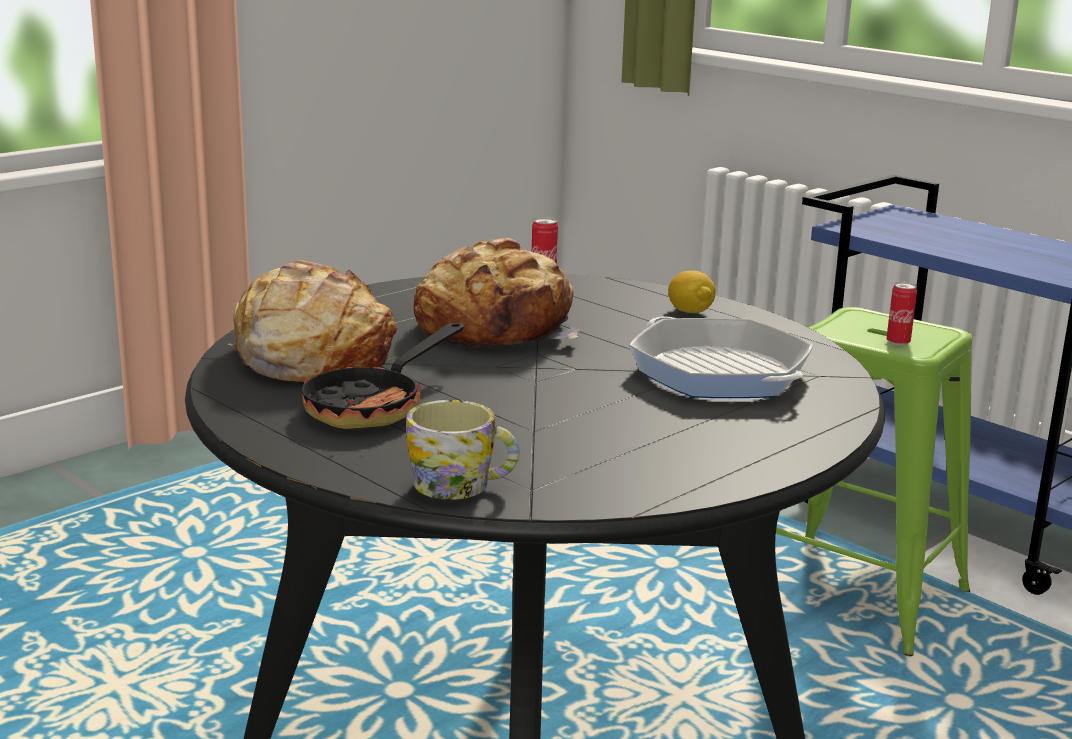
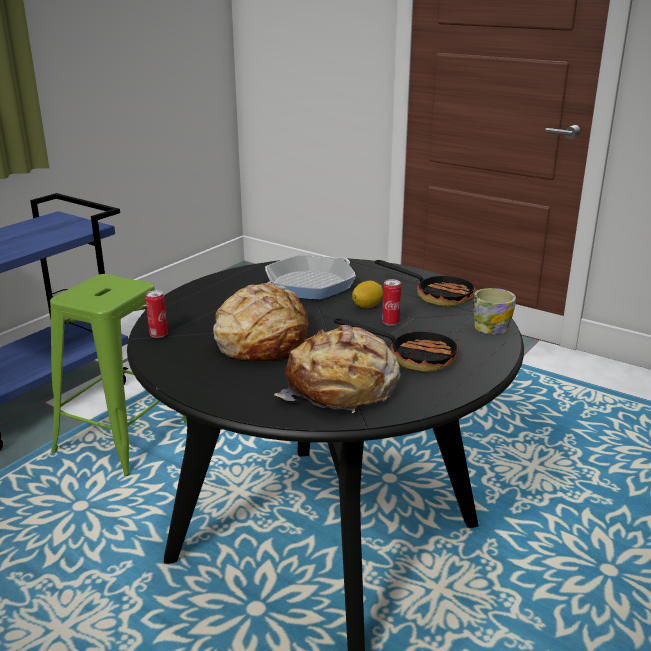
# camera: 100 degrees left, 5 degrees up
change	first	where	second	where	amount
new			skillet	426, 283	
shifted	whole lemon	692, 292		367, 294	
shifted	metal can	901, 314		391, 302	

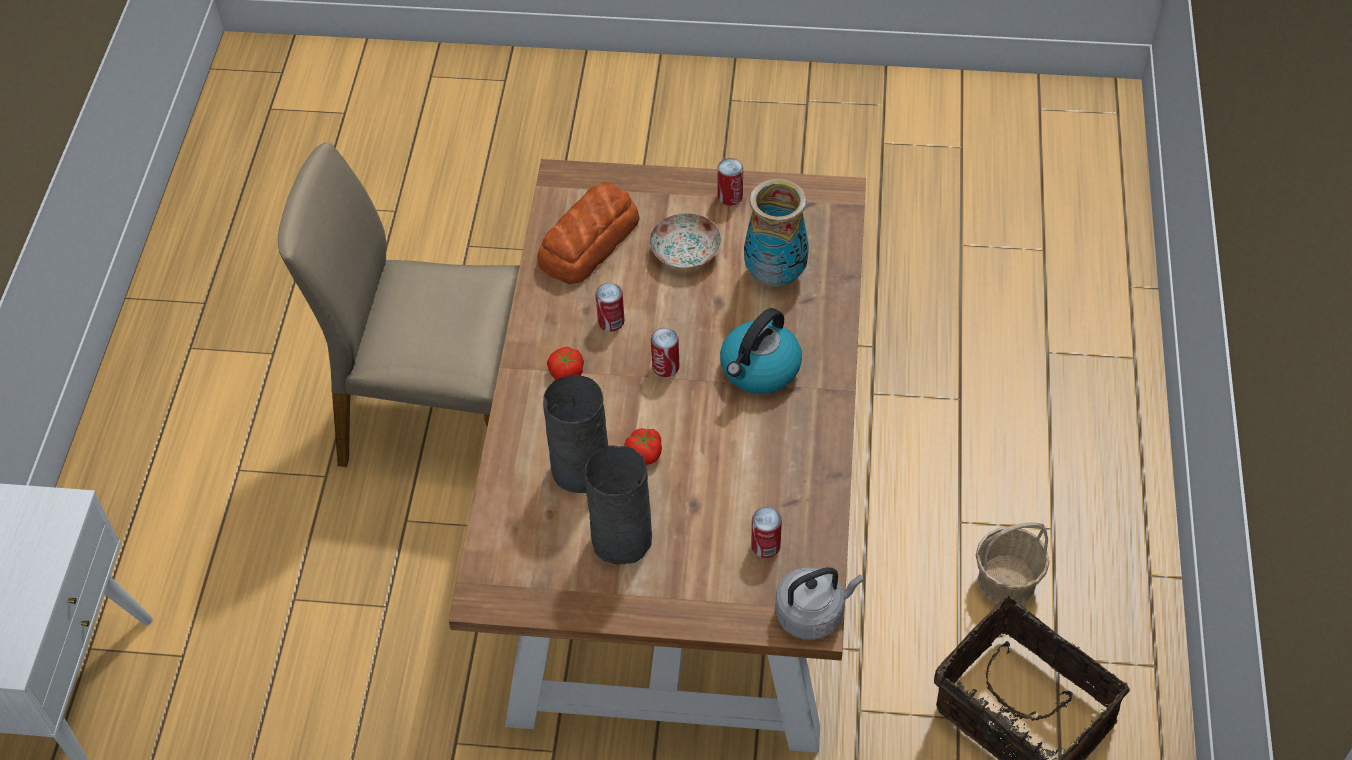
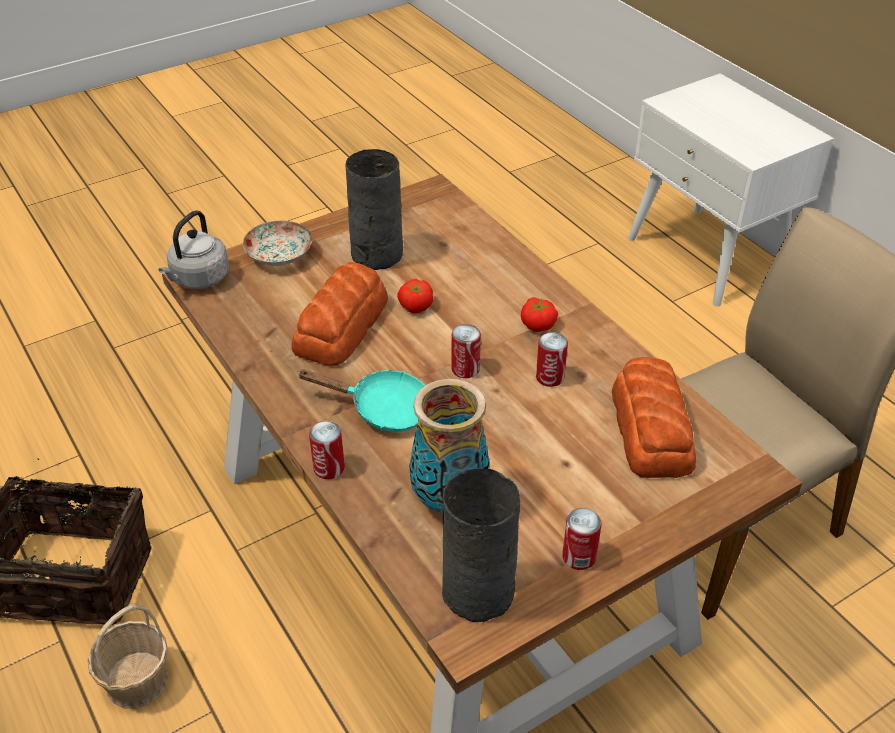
# camera: 140 degrees right, 10 degrees down
change	first	where	second	where	amount
new			bread	340, 314	
shifted	flower vase (grey)	575, 434		481, 545	
shifted	plate	685, 241		277, 243	
shifted	metal can	766, 532		327, 450	
swapped	water kettle	761, 351	skillet (turquoise-coloured)	361, 400	

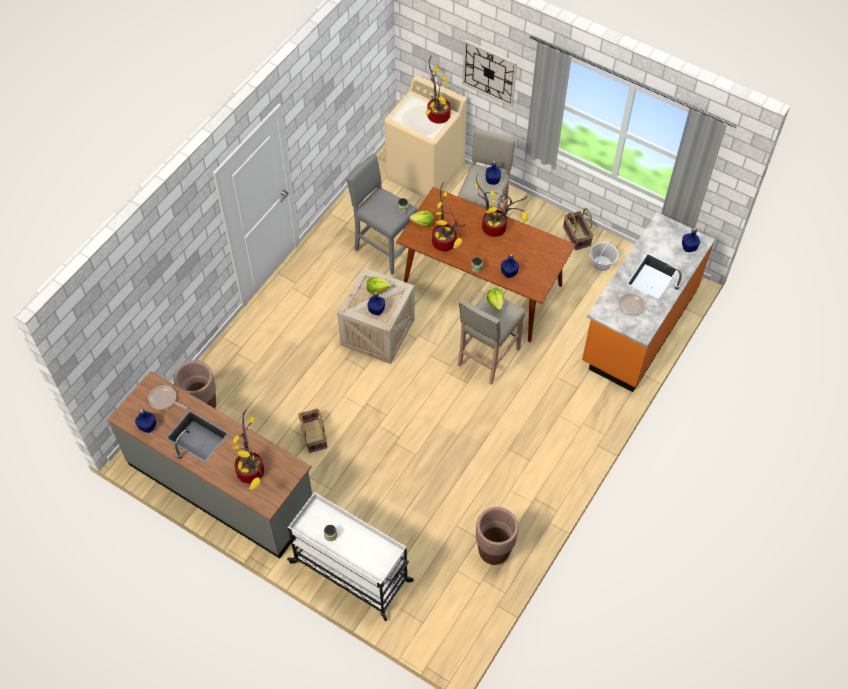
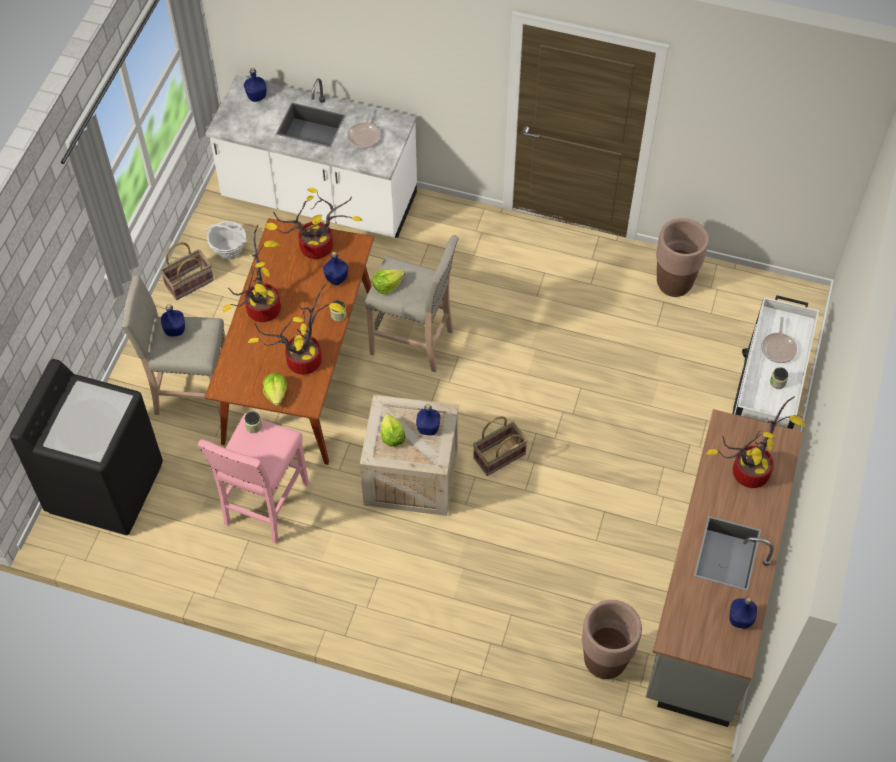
# camera: 105 degrees left, 0 degrees up
change	first	where	second	where	amount
gone	wall clock	489, 73			
shifted	skillet	167, 397		779, 340	
shifted	household basket	312, 430		500, 446	
shifted	plant in a pot	438, 89		314, 223	
repainted	sitting stool (grey)	381, 214	sitting stool (pink)	253, 478	
repainted	washing machine (beige)	425, 136	washing machine (black-coloured)	86, 447	
repainted	counter (orange)	648, 302	counter (whitish)	311, 156	

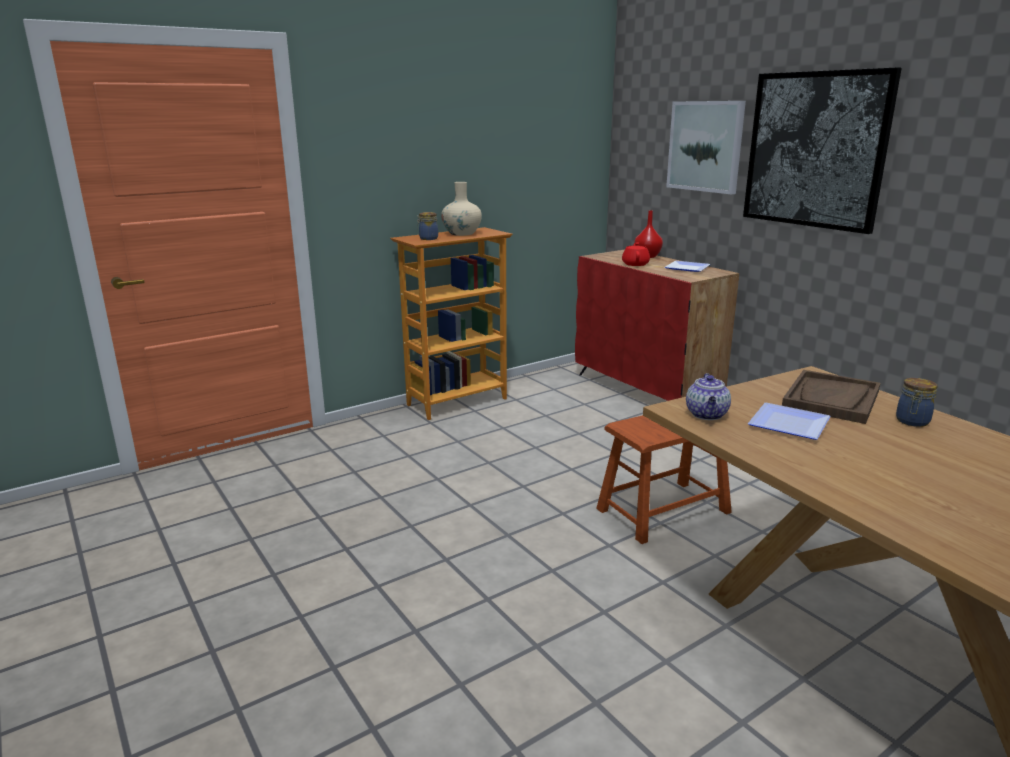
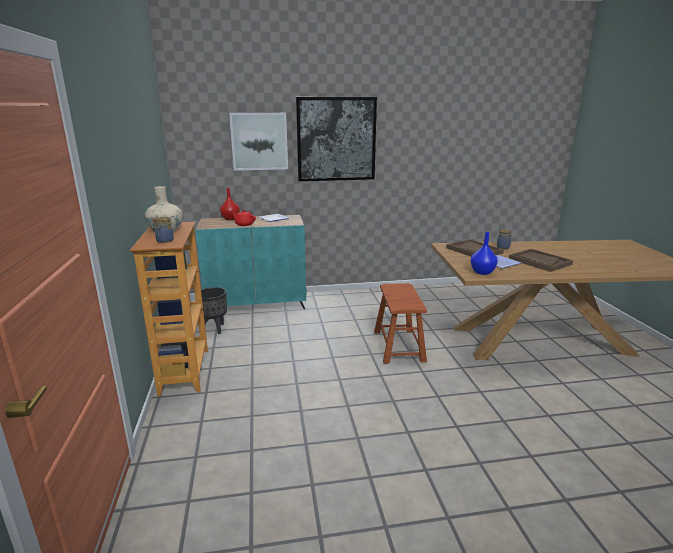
# camera: 65 degrees left, 0 degrees up
change	first	where	second	where	amount
new			plant pot (black-coloured)	214, 310	
new			carrying tray (brown)	541, 260	
swapped	pot for tea	708, 396	flower vase (bluish)	484, 253	
repainted	cabinet (red-coloured)	657, 325	cabinet (turquoise-coloured)	251, 262	

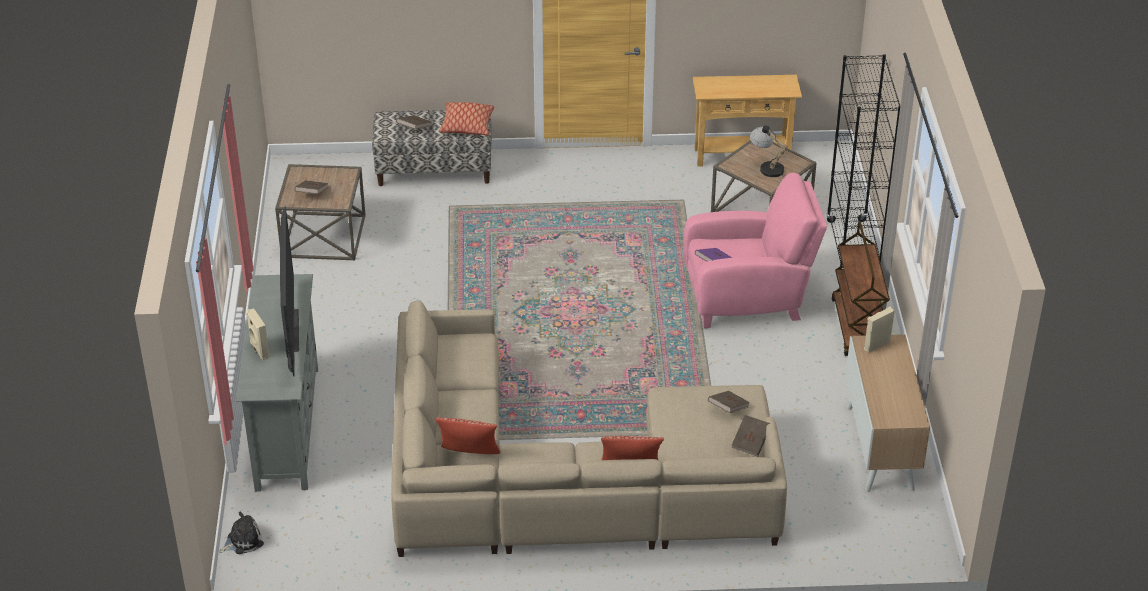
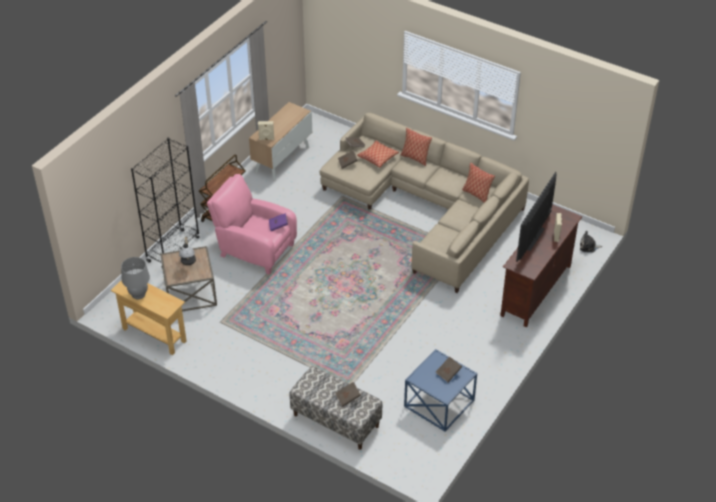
# camera: 145 degrees left, 5 degrees up
change	first	where	second	where	amount
new			table lamp (grey)	135, 278	
shifted	pillow	466, 118		378, 154	
repainted	tv stand (grey)	277, 383	tv stand (brown)	541, 266	
repainted	end table (brown)	320, 212	end table (bluish)	440, 390	

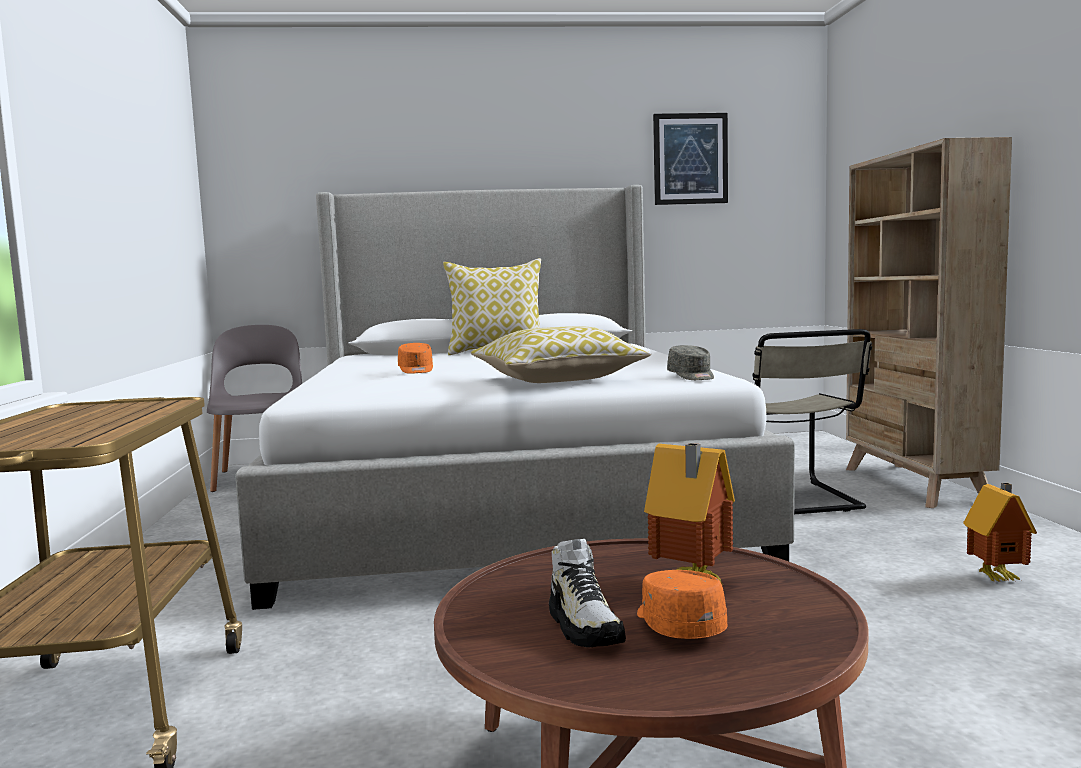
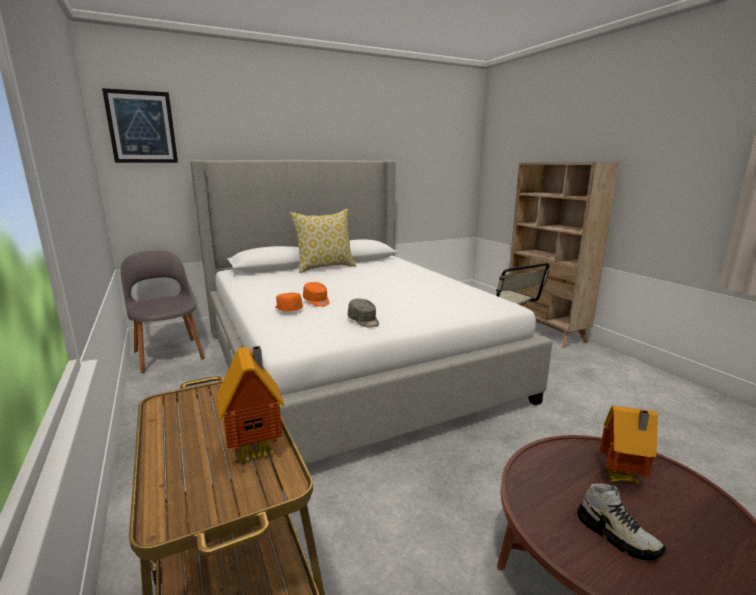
# camera: 20 degrees left, 10 degrees up
change	first	where	second	where	amount
gone	pillow	561, 354			
shifted	peaked cap (orange)	682, 604		289, 302	
shifted	picture	690, 159		140, 125	
shifted	peaked cap (grey)	690, 362		363, 313	
shifted	model house	1000, 532		250, 404	

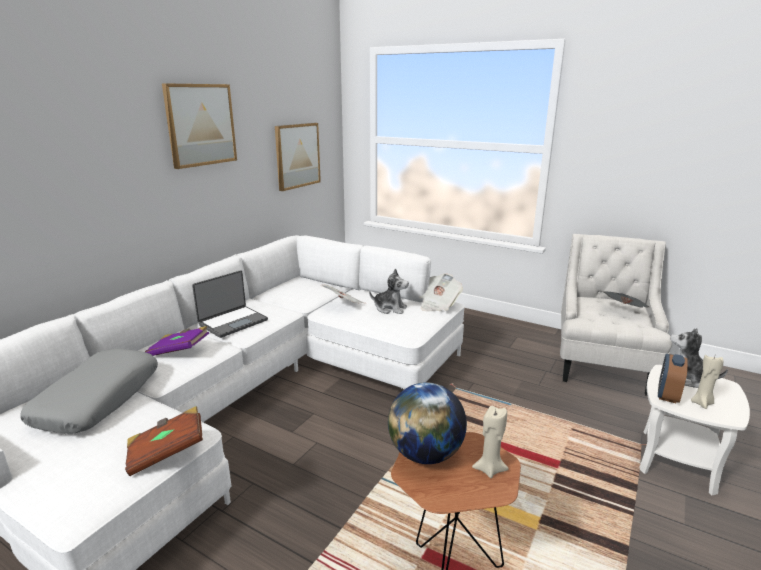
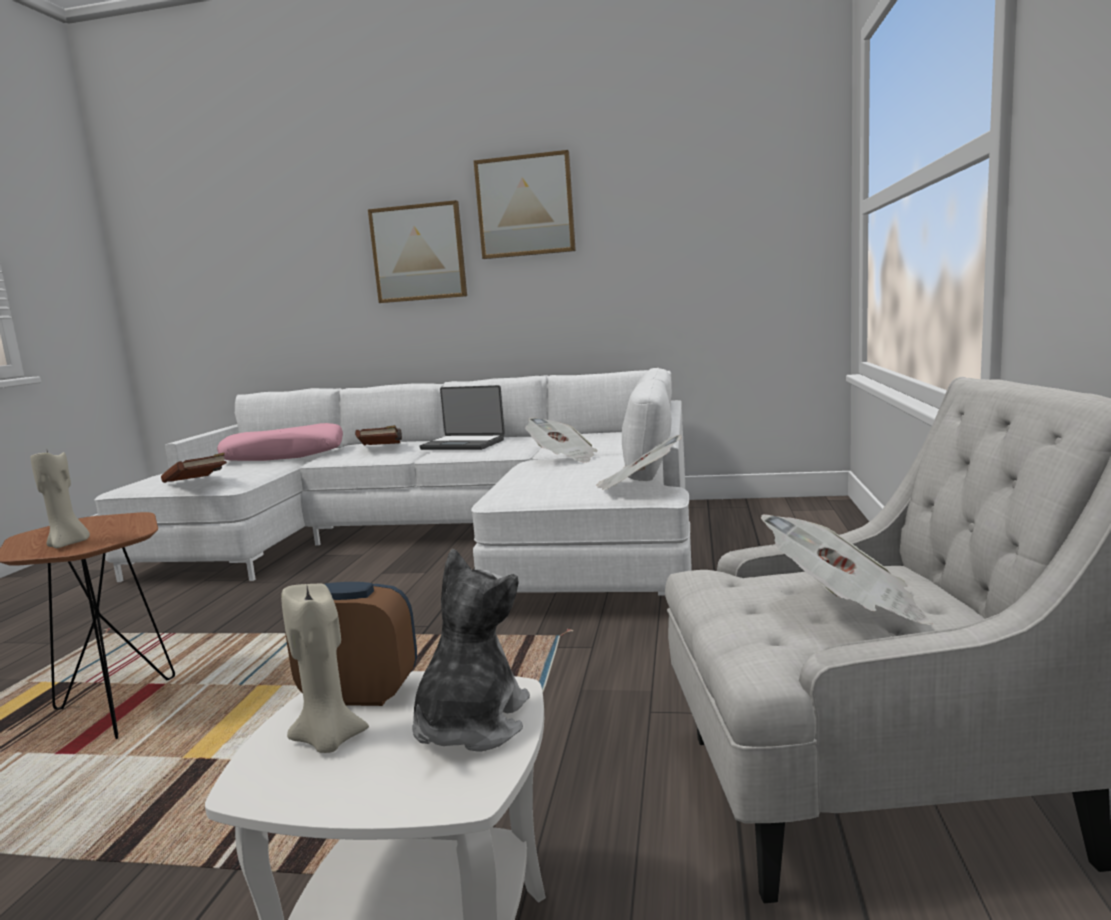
# camera: 70 degrees right, 10 degrees down
change	first	where	second	where	amount
gone	soft toy	389, 291			
gone	globe	427, 423			
shifted	picture	298, 157		417, 251	
repainted	pillow (grey)	89, 391	pillow (pink)	280, 442	
repainted	book (purplish)	177, 341	book (brown)	378, 435	

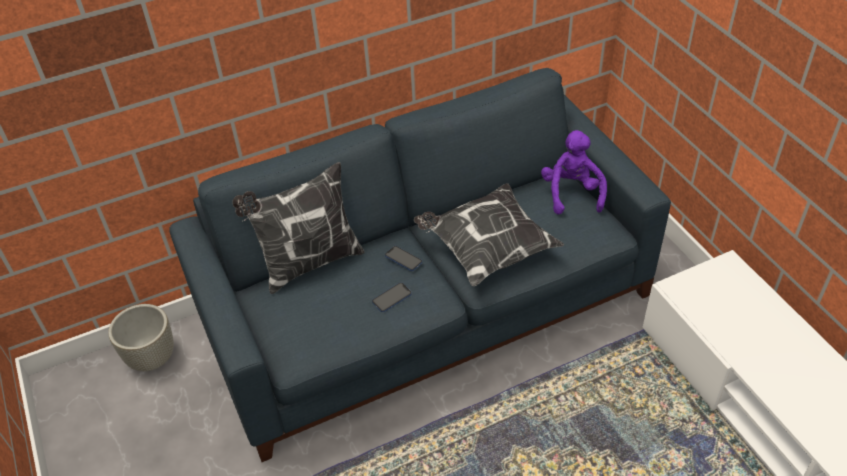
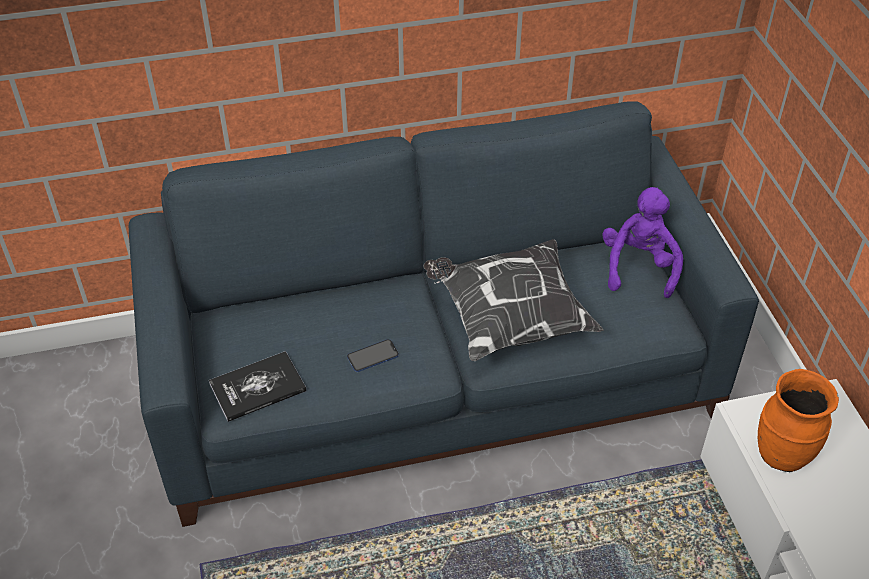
# camera: 10 degrees right, 0 degrees up
change	first	where	second	where	amount
gone	plant pot (grey)	141, 337			
gone	pillow	298, 228			
gone	phone	403, 258			
new			book	258, 386	
new			flower vase (orange)	798, 420	

